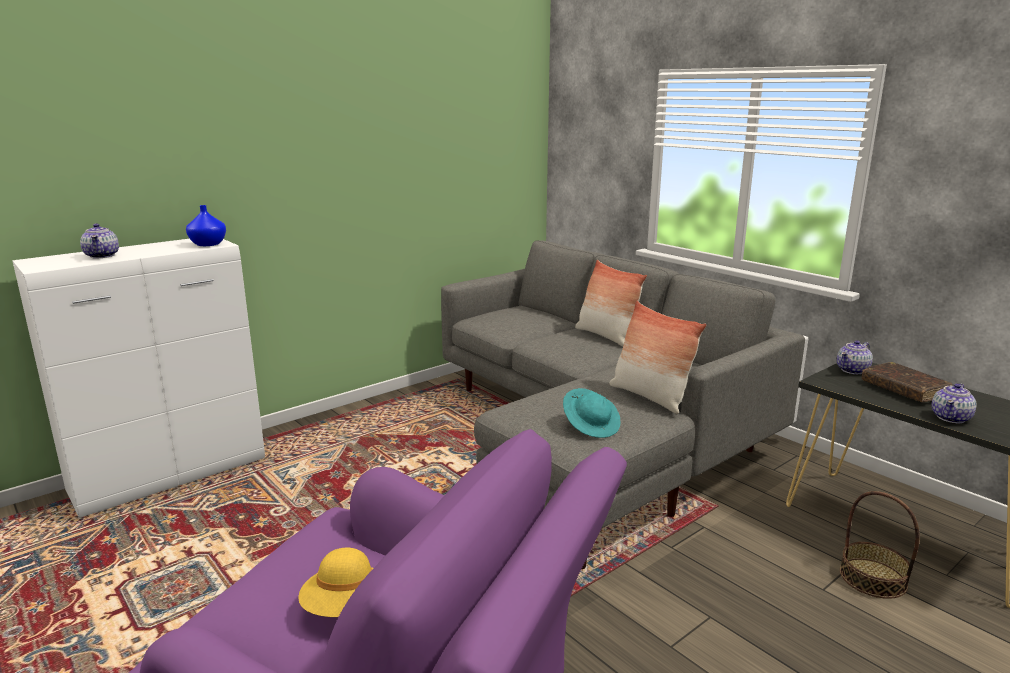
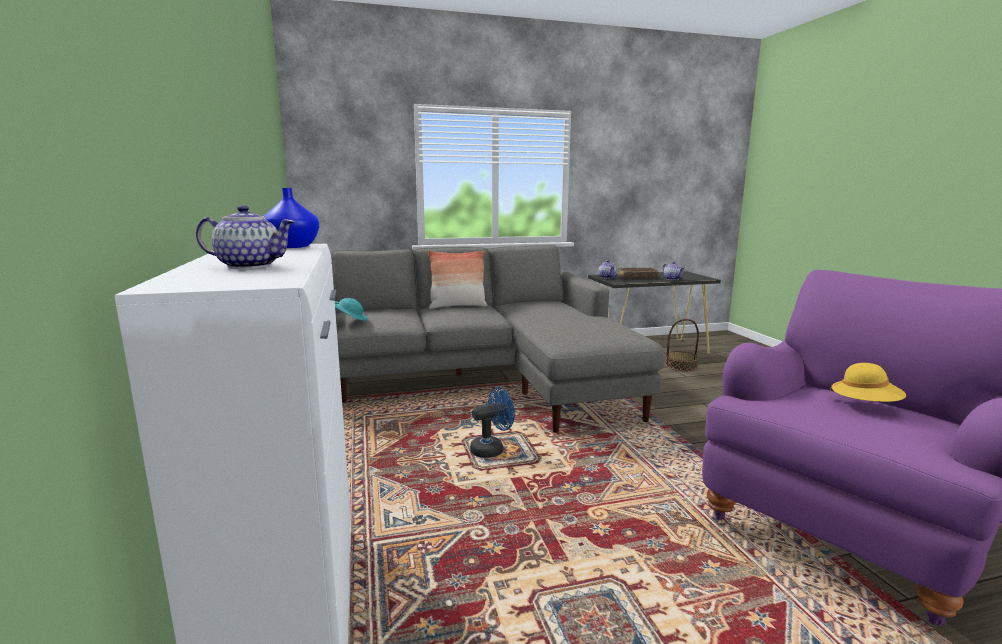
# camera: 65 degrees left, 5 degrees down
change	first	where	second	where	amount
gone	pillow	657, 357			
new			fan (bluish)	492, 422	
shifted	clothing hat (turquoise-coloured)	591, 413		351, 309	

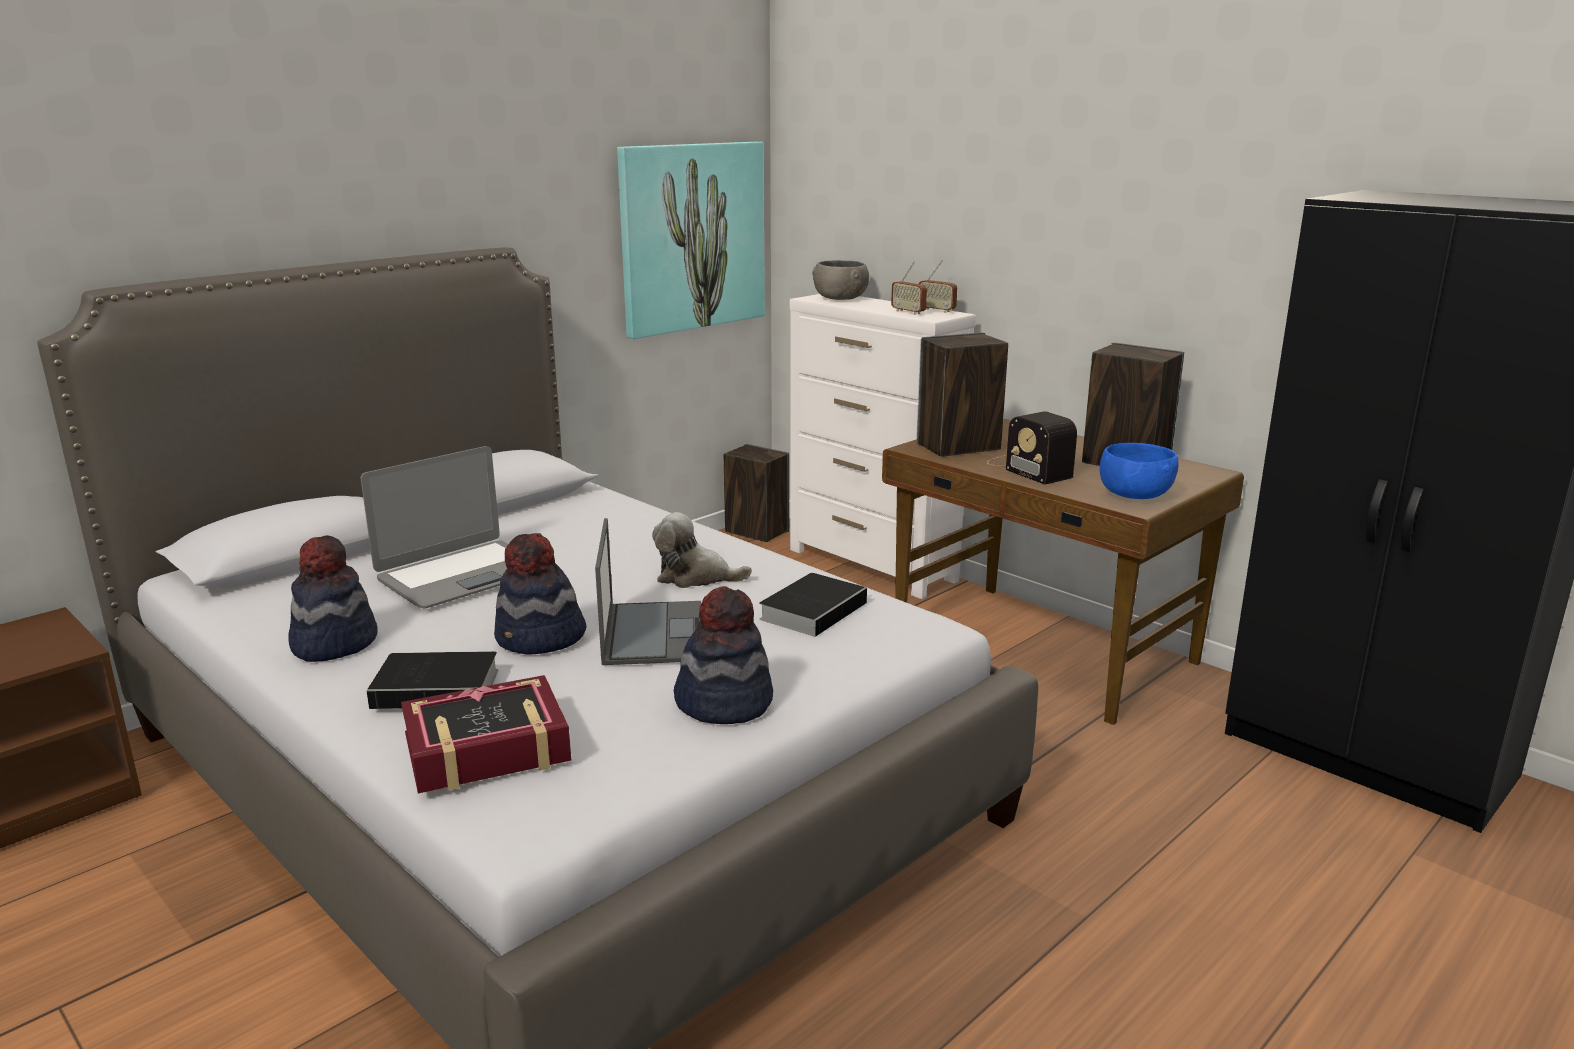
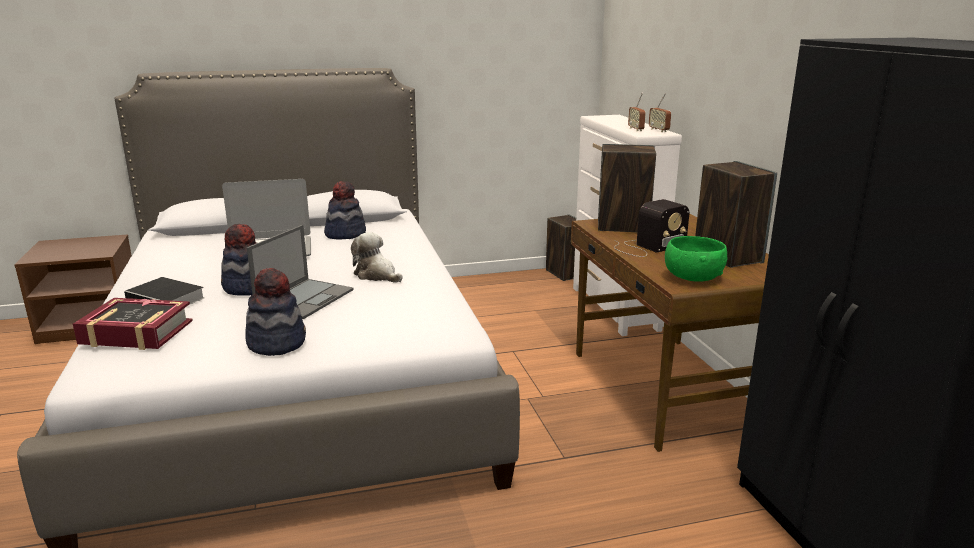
# camera: 30 degrees right, 0 degrees up
change	first	where	second	where	amount
gone	picture	691, 240			
gone	book	815, 605			
gone	deep dish (grey)	840, 280			
shifted	clothing hat	333, 598		345, 210	
repainted	deep dish (bluish)	1139, 471	deep dish (green-coloured)	696, 259	
rotated	radio	1032, 448		651, 228	120 degrees counterclockwise

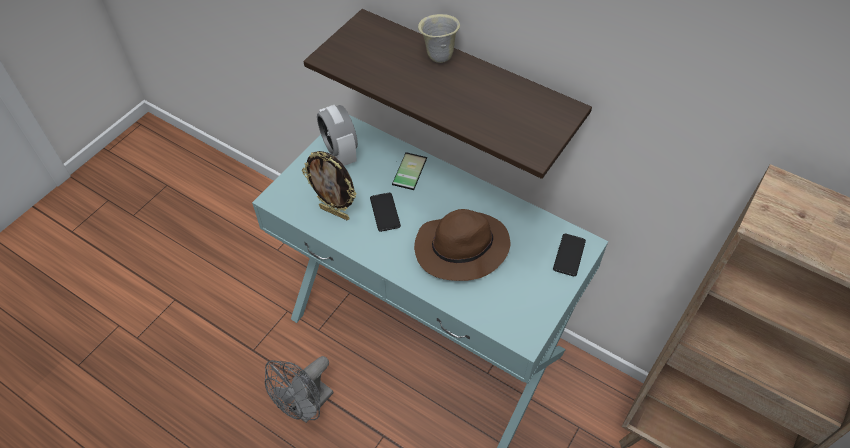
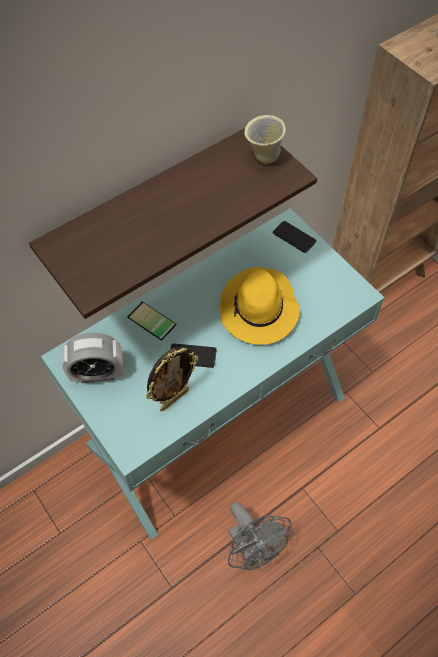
# camera: 70 degrees left, 5 degrees up
change	first	where	second	where	amount
shifted	tea mug (beige)	439, 38		265, 139	
repainted	clothing hat (brown)	462, 245	clothing hat (yellow-coloured)	260, 306	

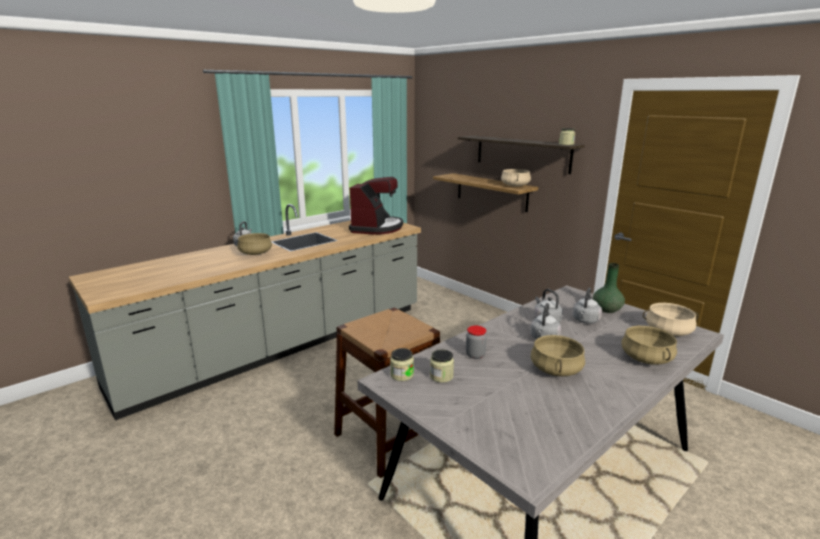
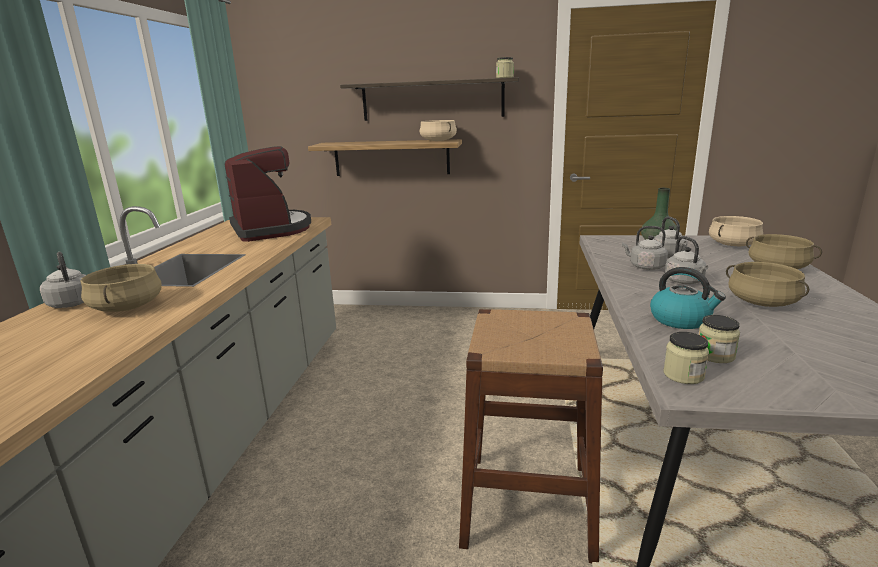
# camera: 40 degrees left, 0 degrees up
change	first	where	second	where	amount
swapped	storage jar	476, 342	water kettle	688, 298	

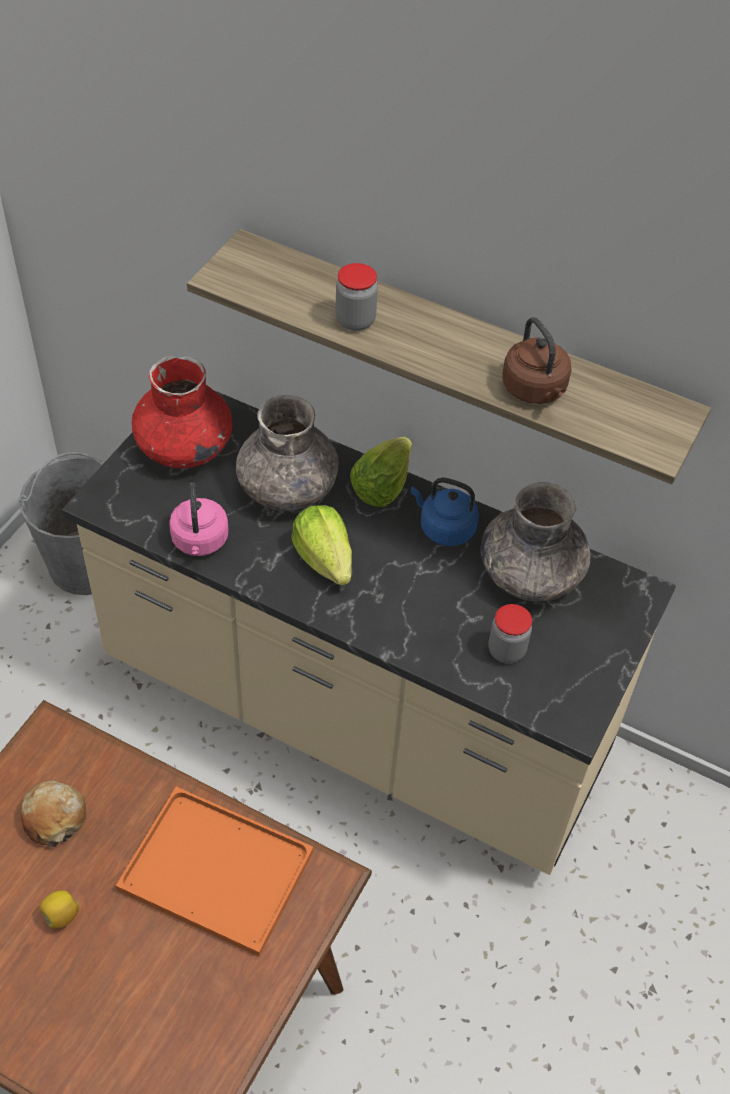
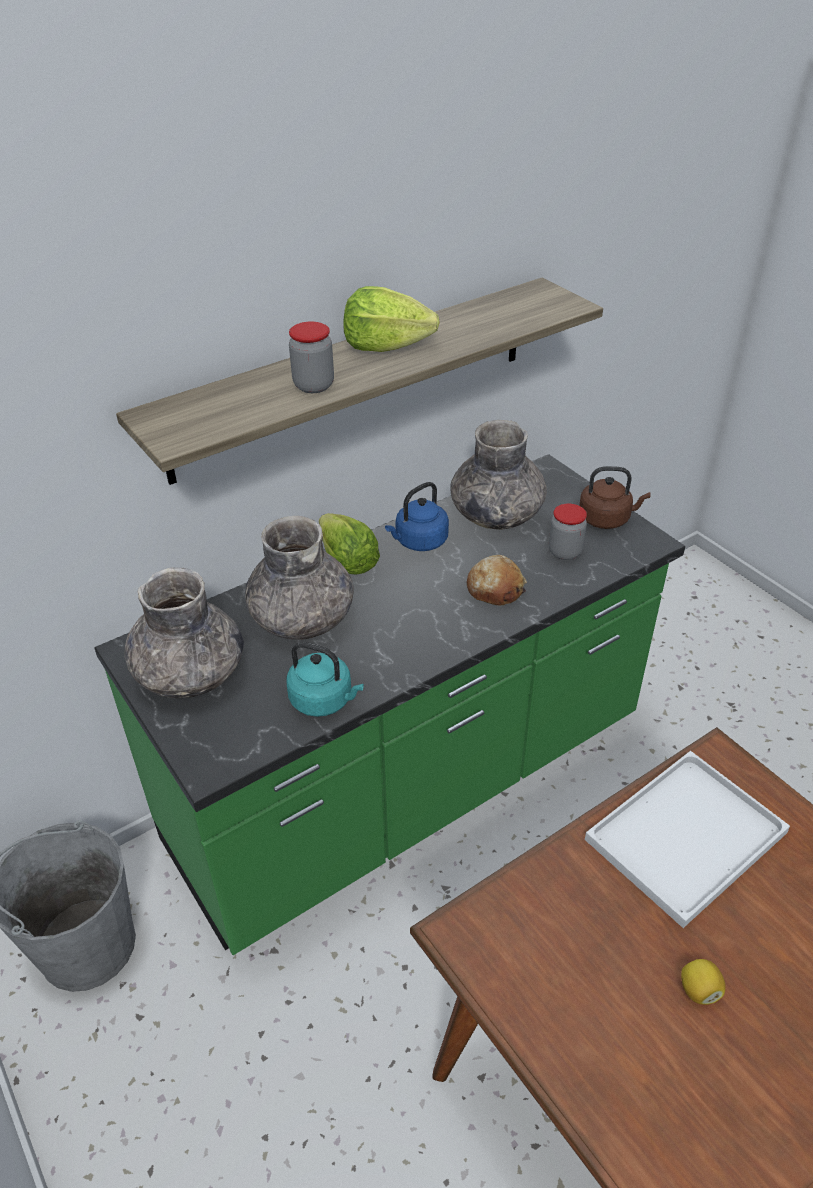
# camera: 60 degrees left, 10 degrees down
change	first	where	second	where	amount
shifted	bread	53, 813		497, 580	
shifted	lettuce	321, 545		391, 319	
shifted	water kettle (brown)	536, 360		615, 497	
repainted	counter (beige)	369, 632	counter (green-coloured)	390, 704	
repainted	carrying tray (orange)	214, 872	carrying tray (whitish)	687, 839	
repainted	flower vase (red-coloured)	182, 412	flower vase (grey)	184, 632	
repainted	water kettle (pink)	199, 519	water kettle (turquoise-coloured)	325, 679	

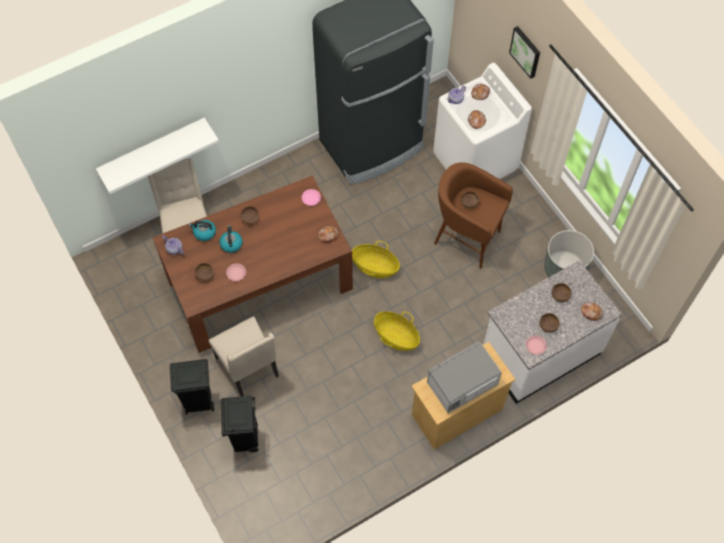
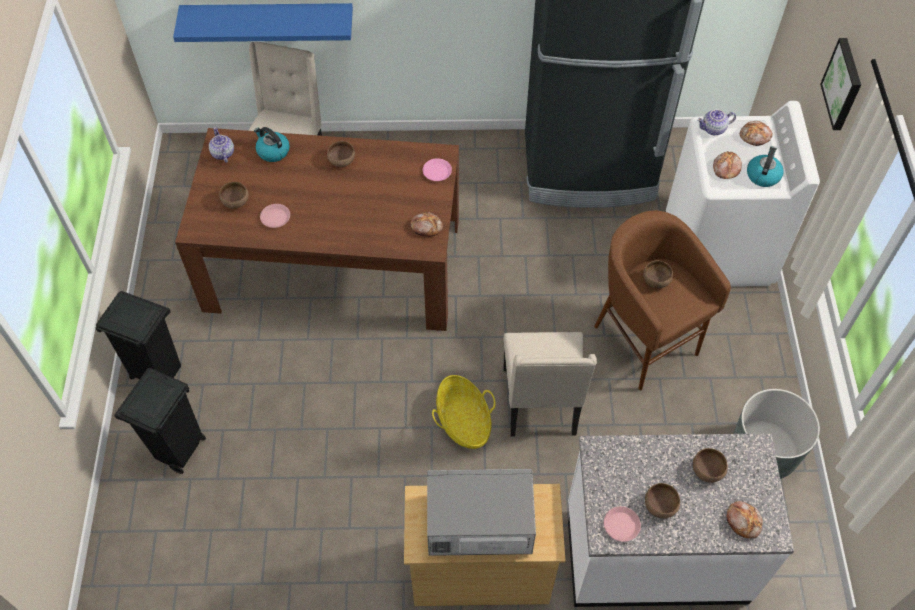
# camera: 30 degrees right, 5 degrees down
change	first	where	second	where	amount
gone	household basket	376, 259			
shifted	upright chair (beige)	244, 356		550, 384	
shifted	water kettle	231, 239		765, 166	
repainted	bracket shelf (whitish)	157, 156	bracket shelf (bluish)	263, 22	

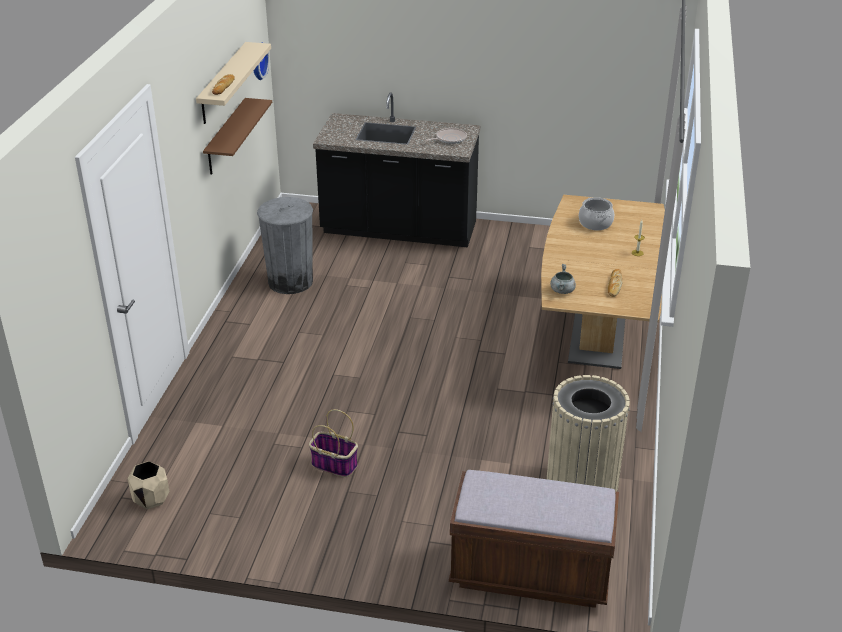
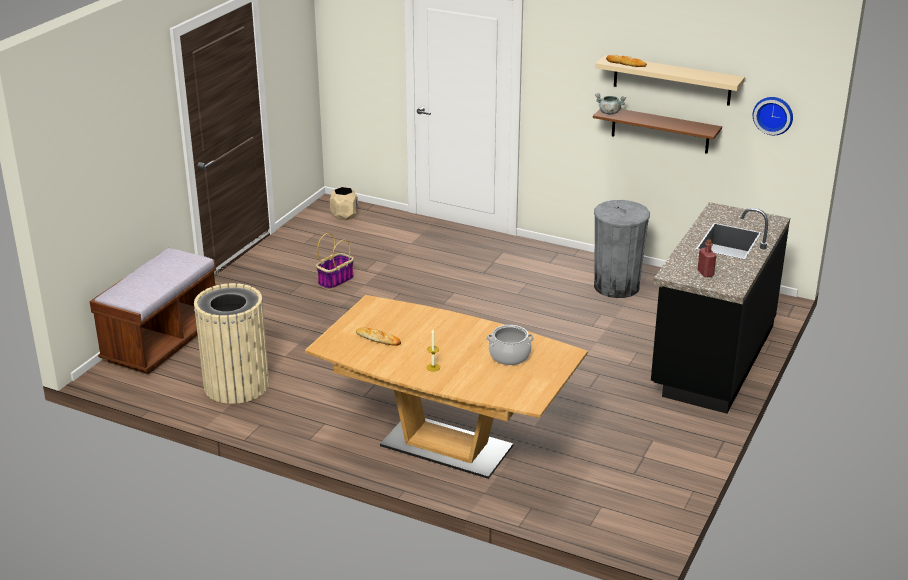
# camera: 105 degrees right, 5 degrees down
change	first	where	second	where	amount
shifted	saucepot (grey)	563, 279		610, 104	
swapped	skillet	446, 136	beverage bottle (red-coloured)	706, 258	

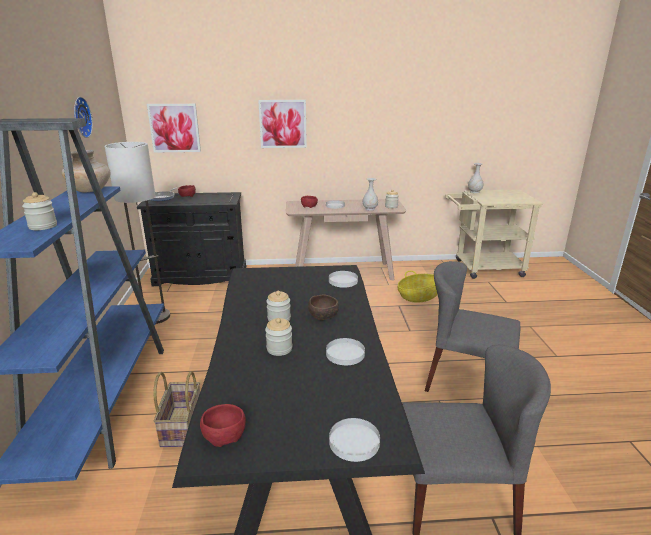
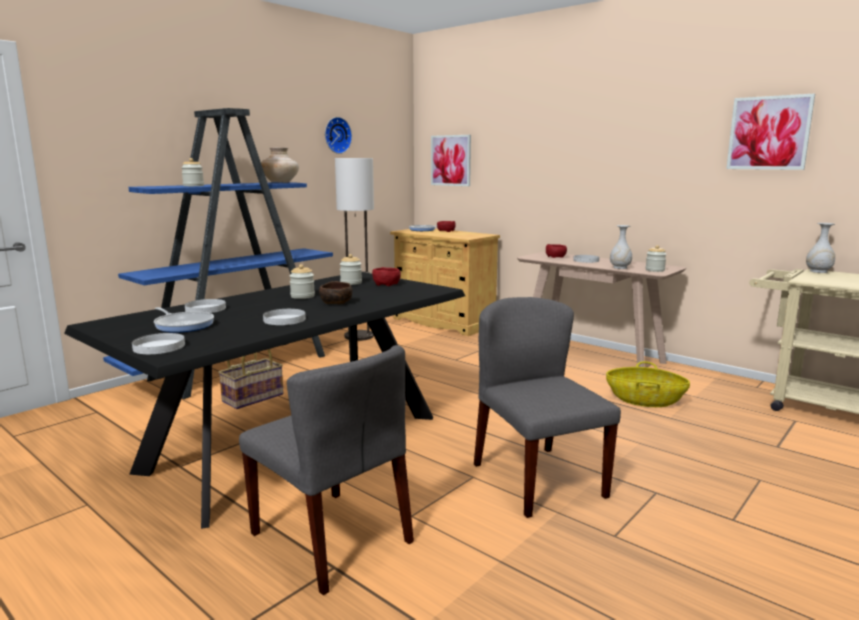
# camera: 45 degrees right, 10 degrees down
change	first	where	second	where	amount
new			skillet	184, 320	
shifted	deep dish (red-coloured)	223, 425		386, 276	
shifted	picture	282, 124		770, 132	
shifted	storage jar	279, 337		351, 269	
shifted	plate (whitish)	343, 279		205, 306	
repainted	cabinet (black-coloured)	191, 239	cabinet (beige)	445, 282	

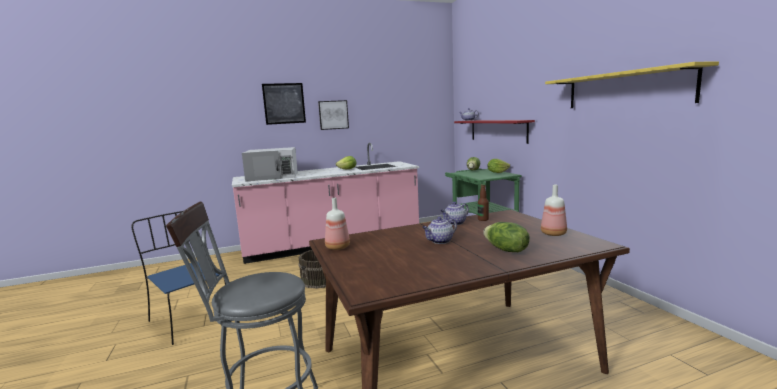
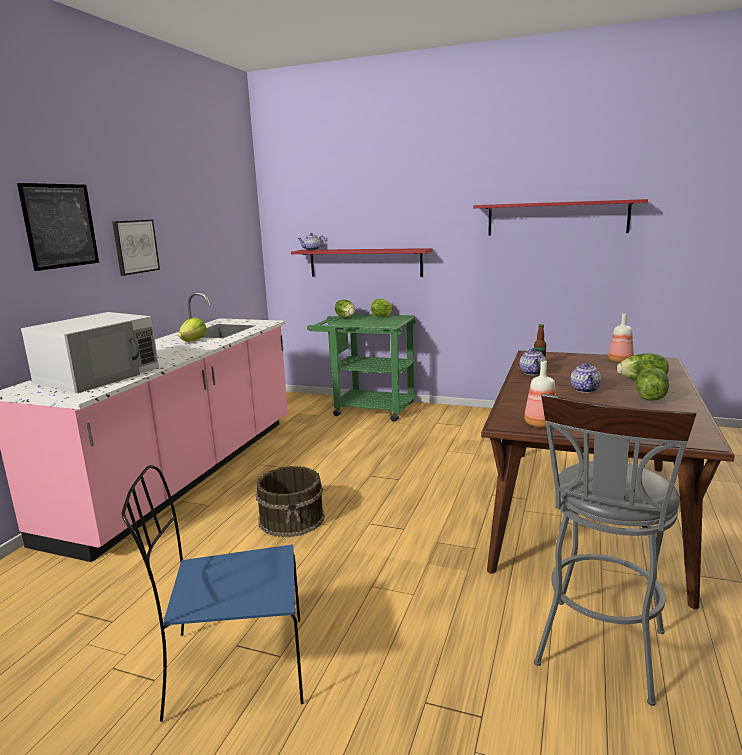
# camera: 50 degrees left, 5 degrees up
change	first	where	second	where	amount
new			lettuce	652, 384	
repainted	bracket shelf (yellow-coloured)	632, 85	bracket shelf (red-coloured)	560, 217	

